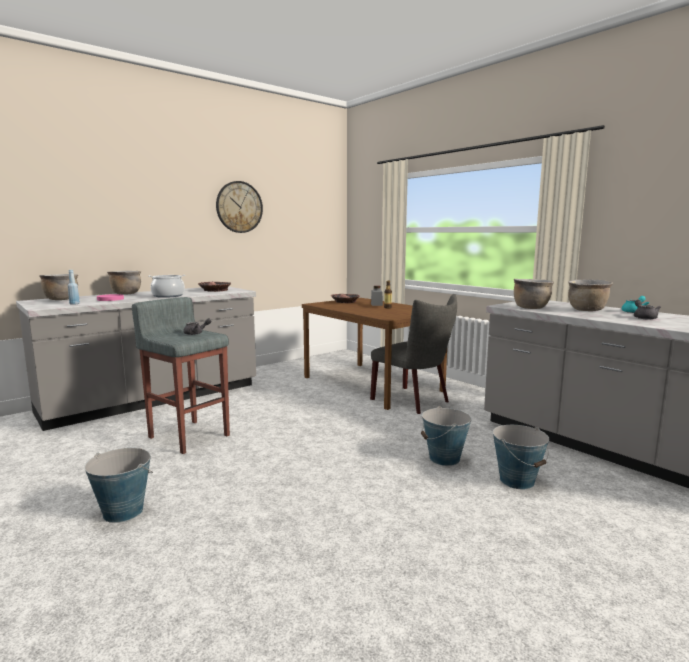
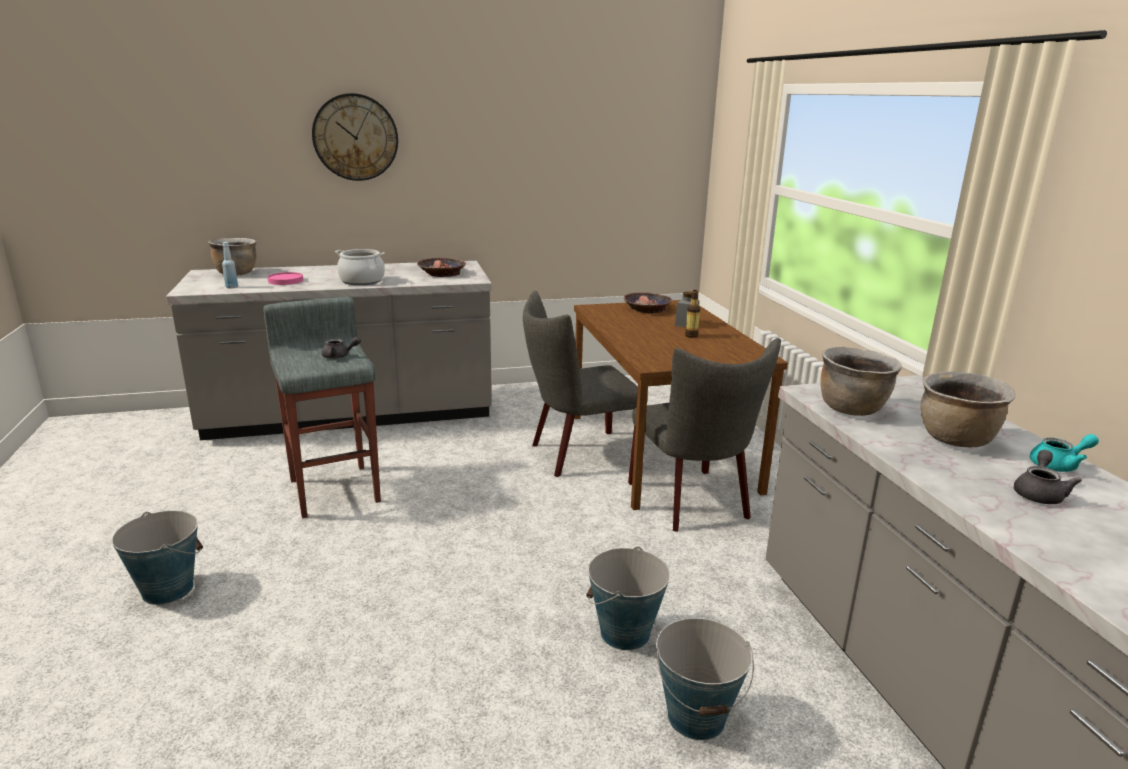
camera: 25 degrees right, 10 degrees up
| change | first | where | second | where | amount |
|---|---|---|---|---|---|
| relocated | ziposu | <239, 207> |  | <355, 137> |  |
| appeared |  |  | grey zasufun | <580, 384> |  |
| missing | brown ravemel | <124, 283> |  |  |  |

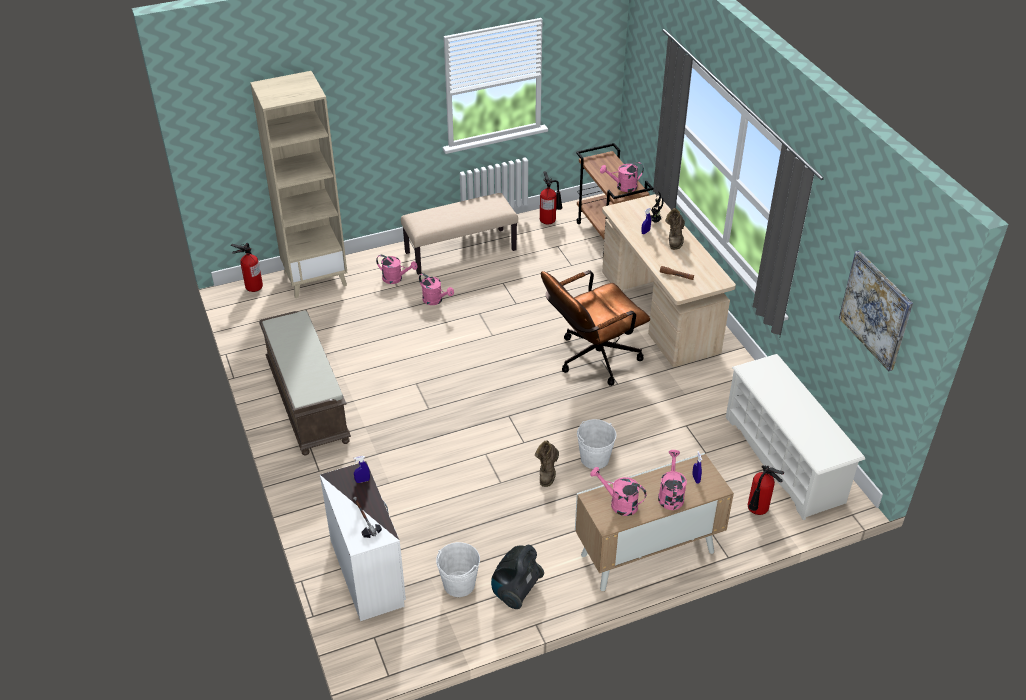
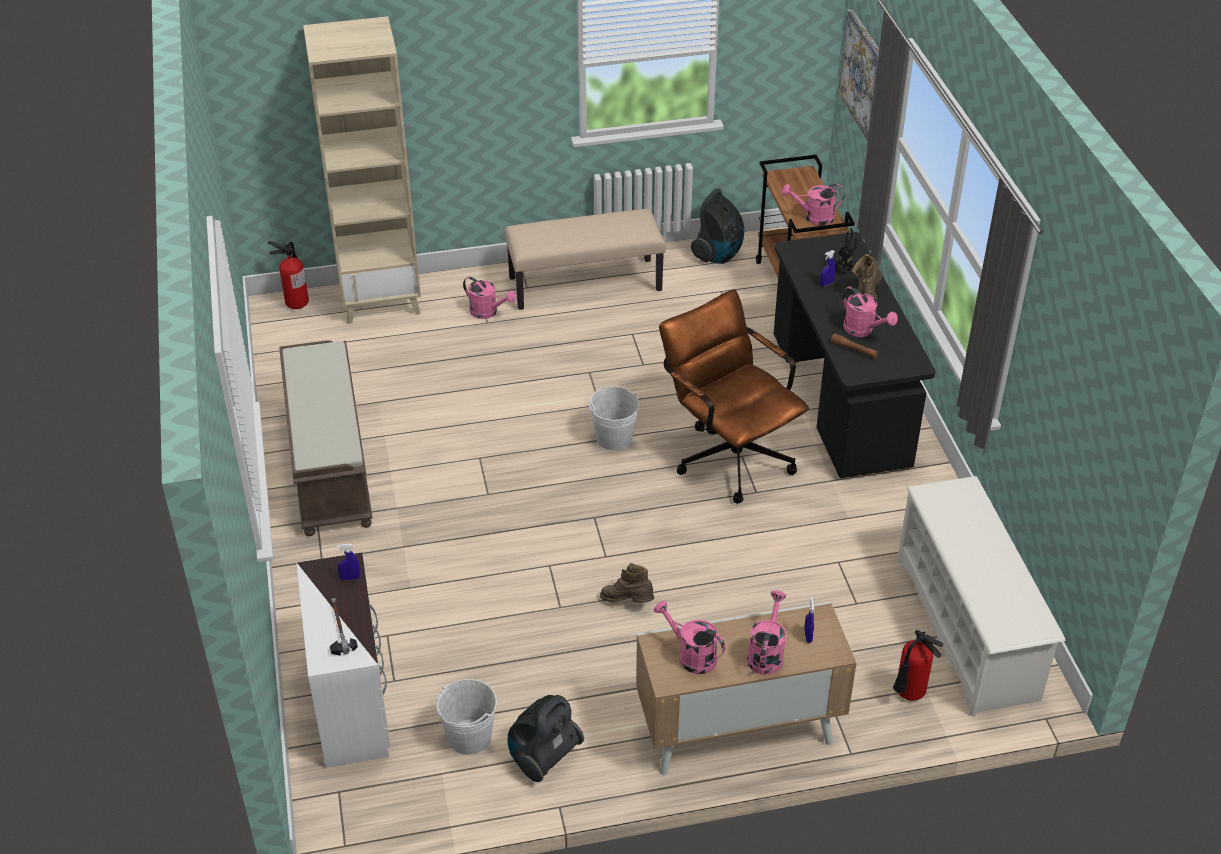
camera: 10 degrees right, 0 degrees up
| change | first | where | second | where | amount |
|---|---|---|---|---|---|
| relocated | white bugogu | <596, 444> |  | <614, 418> |  |
| spun | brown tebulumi | <547, 463> |  | <627, 583> | 90 degrees clockwise |
| spun | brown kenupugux | <595, 328> |  | <734, 397> | 75 degrees clockwise |
| exchanged | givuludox | <551, 198> | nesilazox | <717, 226> |  |
| colour | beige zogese | <669, 280> | black zogese | <855, 355> |  |
| relocated | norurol | <876, 311> |  | <859, 75> |  |
| relocated | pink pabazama | <436, 289> |  | <870, 311> |  |

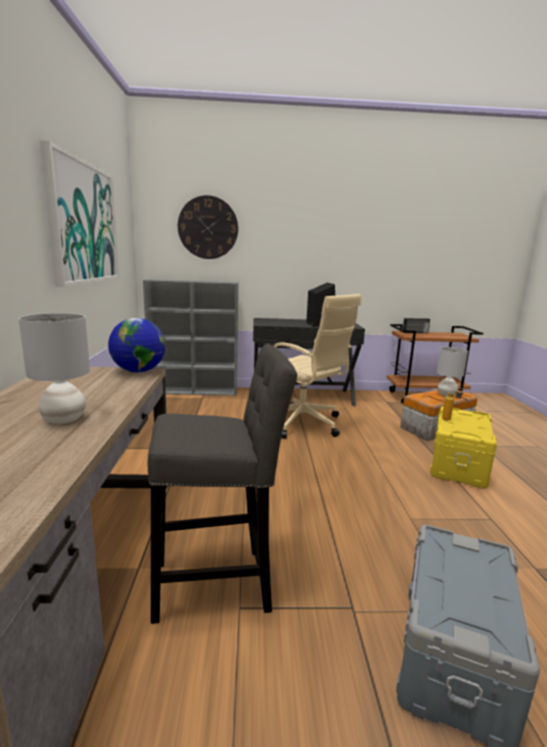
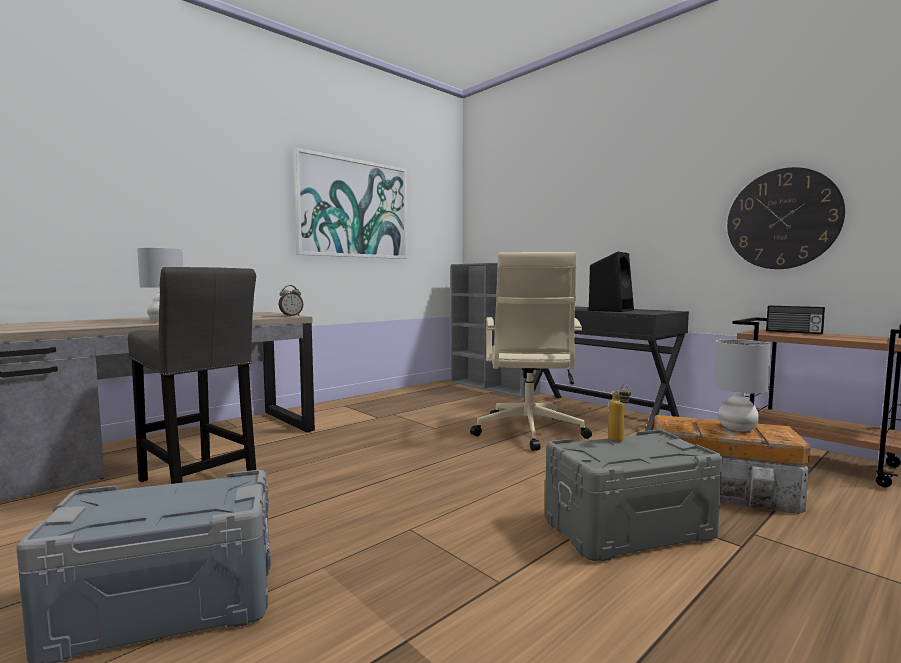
camera: 50 degrees right, 10 degrees down
| change | first | where | second | where | amount |
|---|---|---|---|---|---|
| exchanged | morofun | <137, 345> | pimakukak | <291, 300> |  |
| colour | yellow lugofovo | <463, 447> | grey lugofovo | <634, 495> |  |
| relocated | ziposu | <208, 227> |  | <786, 218> |  |

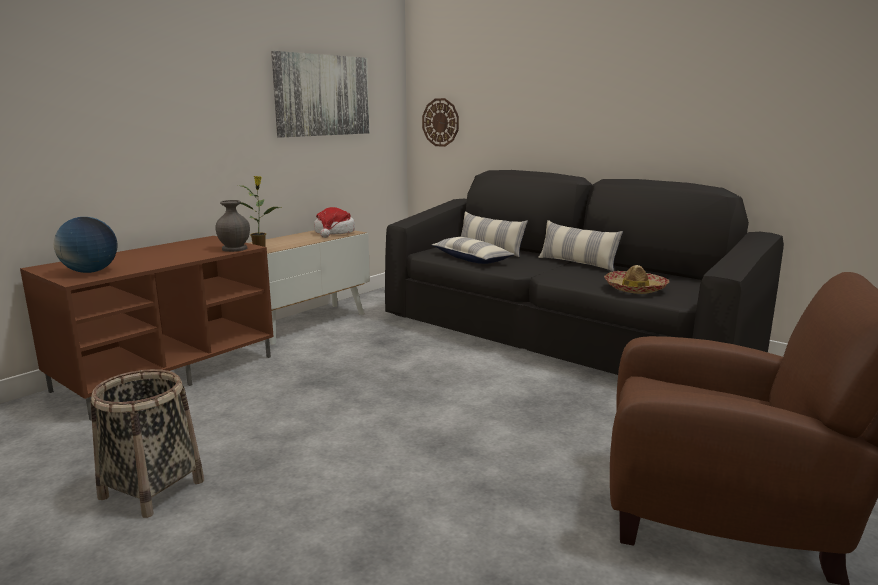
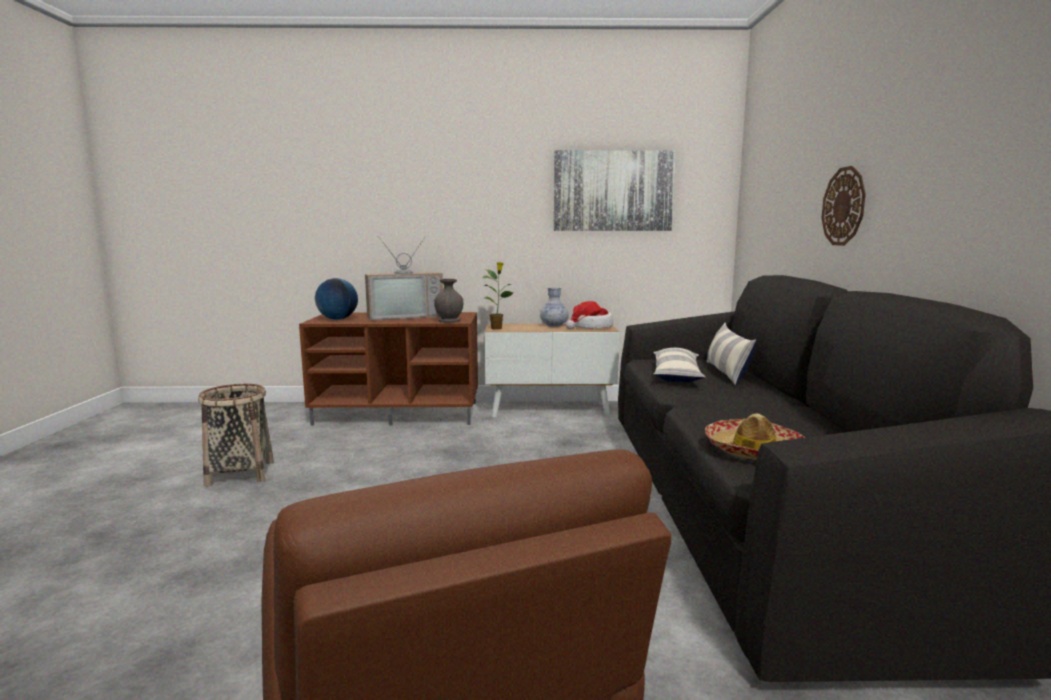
camera: 50 degrees right, 5 degrees down
| change | first | where | second | where | amount |
|---|---|---|---|---|---|
| appeared |  |  | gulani | <404, 278> |  |
| appeared |  |  | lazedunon | <554, 307> |  |
| relocated | ziposu | <440, 122> |  | <843, 206> |  |
| missing | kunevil | <580, 245> |  |  |  |

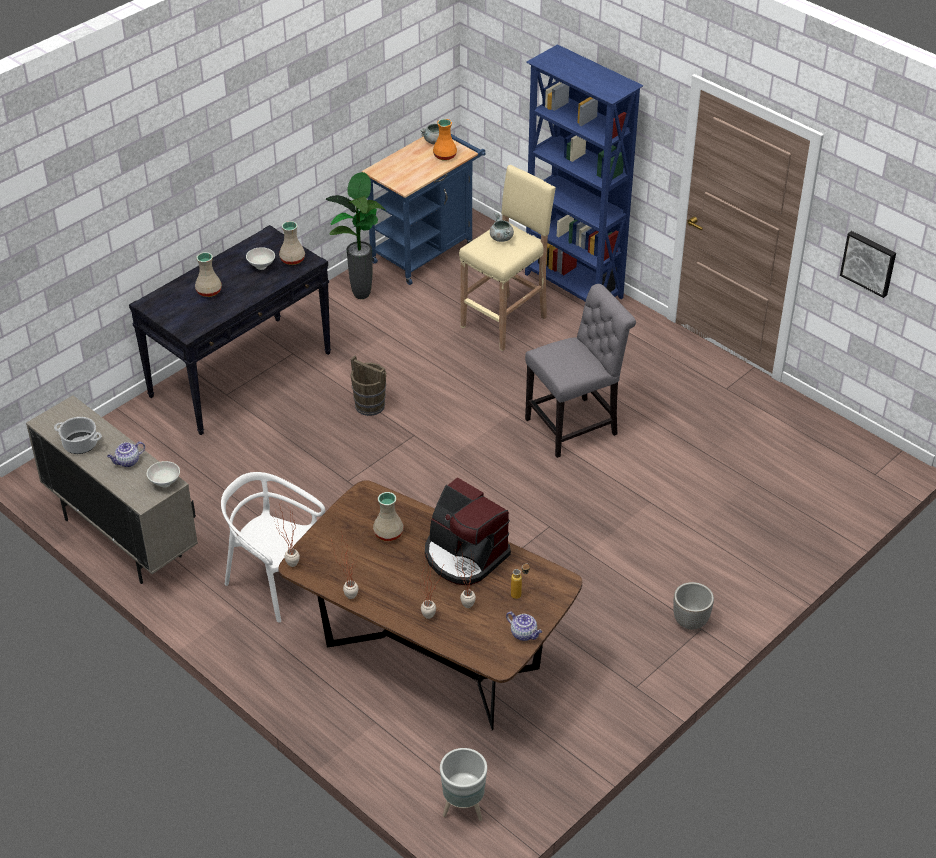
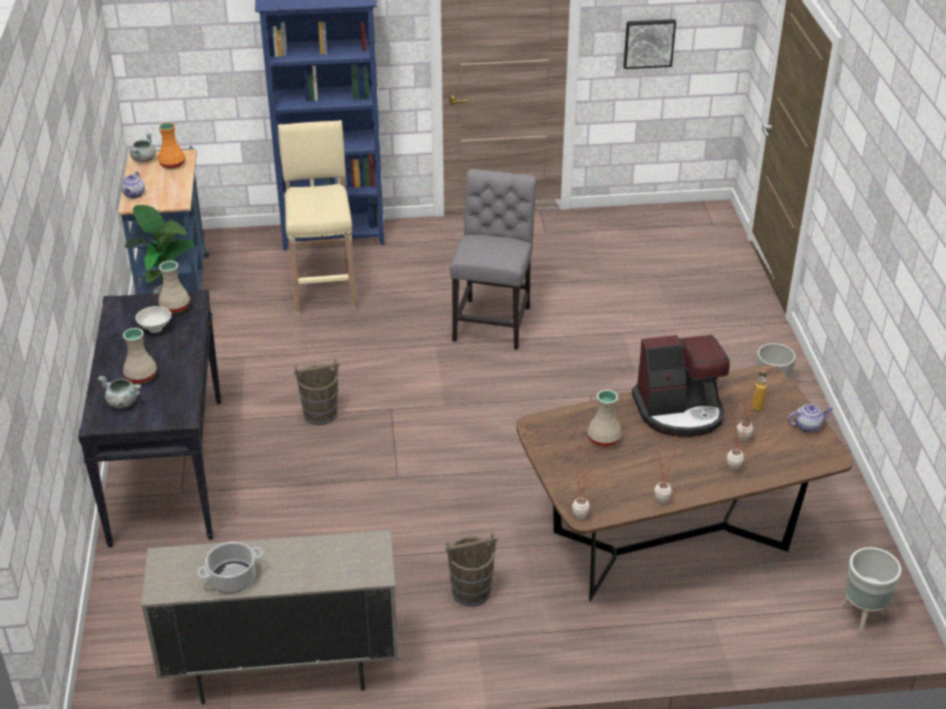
camera: 50 degrees left, 5 degrees down
| change | first | where | second | where | amount |
|---|---|---|---|---|---|
| relocated | grey ravemel | <502, 227> |  | <119, 392> |  |
| relocated | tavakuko | <126, 454> |  | <133, 184> |  |
| exchanged | white zasufun | <273, 547> | brown bugogu | <471, 569> |  |
| missing | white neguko | <163, 474> |  |  |  |

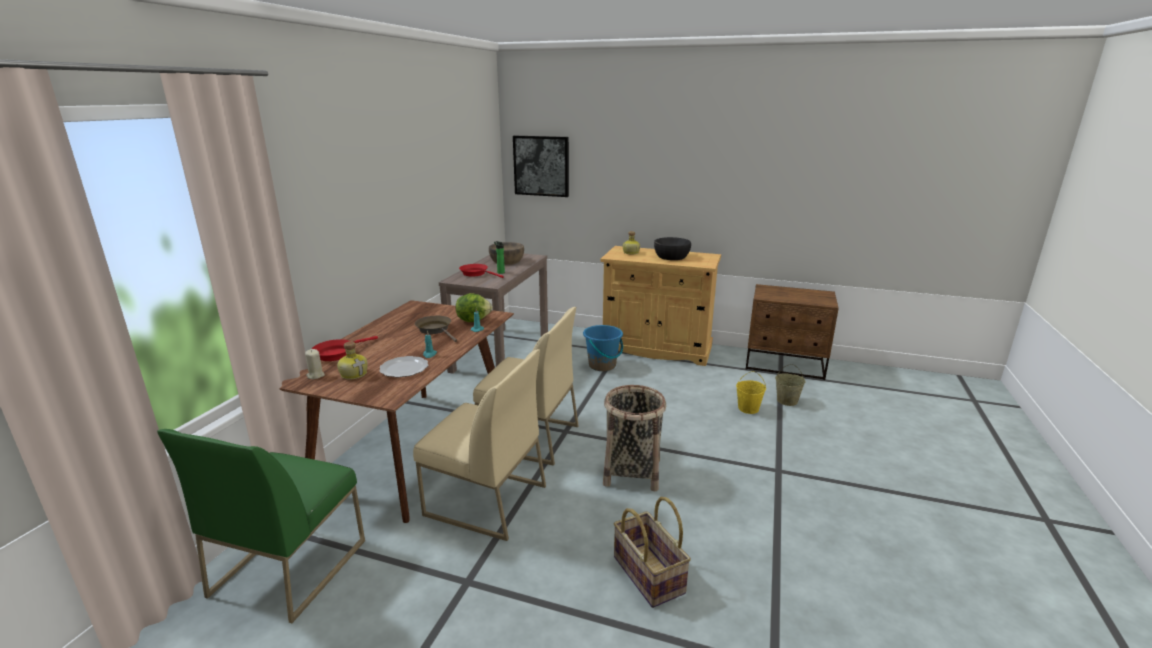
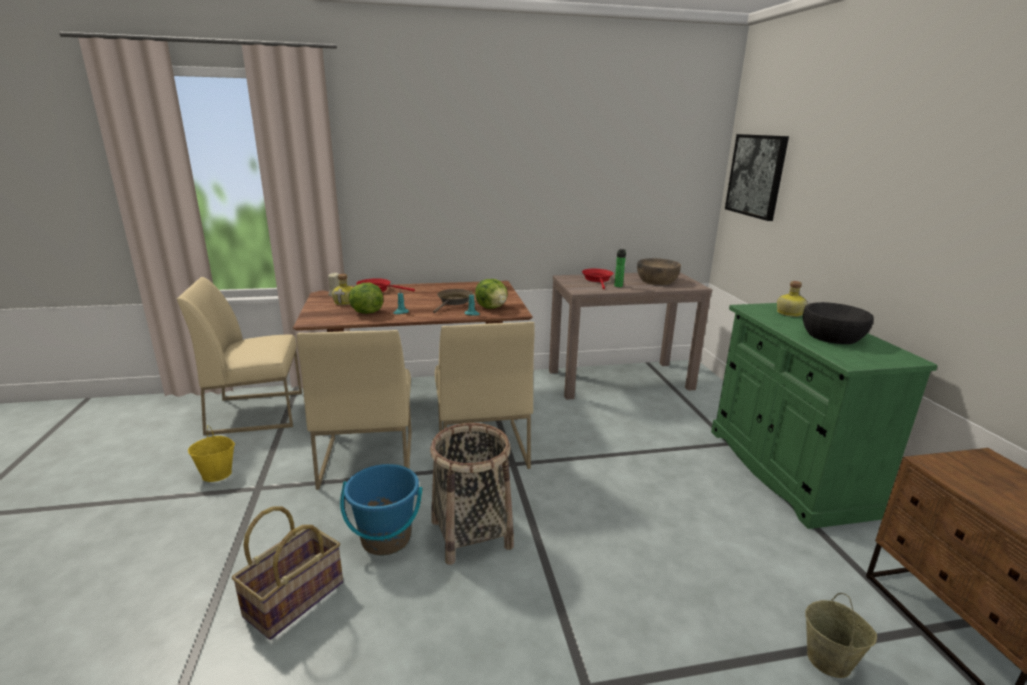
camera: 60 degrees right, 0 degrees up
| change | first | where | second | where | amount |
|---|---|---|---|---|---|
| colour | green zasufun | <261, 526> | beige zasufun | <239, 356> |  |
| relocated | yellow bugogu | <751, 392> |  | <211, 453> |  |
| relocated | blue bugogu | <603, 348> |  | <381, 509> |  |
| exchanged | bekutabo | <404, 366> | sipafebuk | <366, 298> |  |
| colour | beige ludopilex | <660, 306> | green ludopilex | <824, 416> |  |

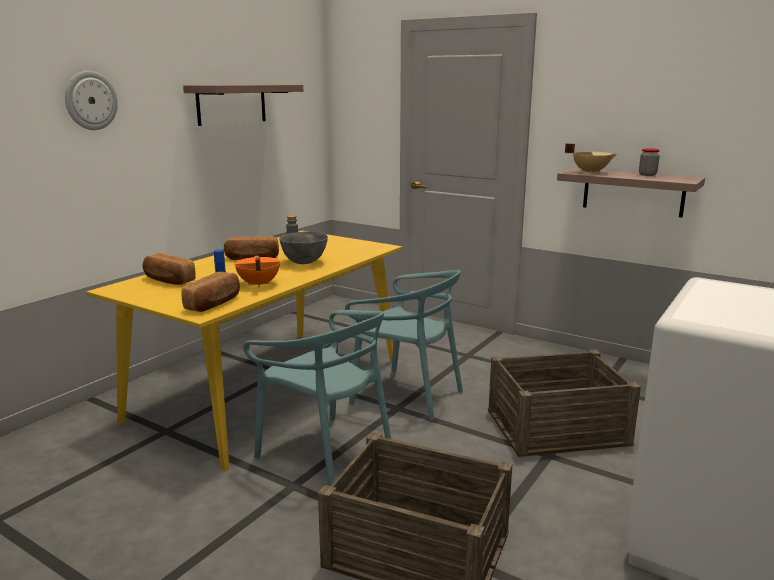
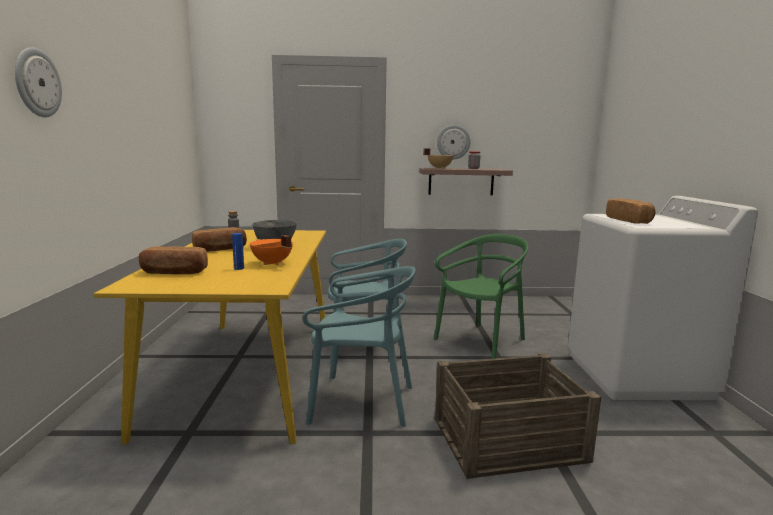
camera: 35 degrees left, 5 degrees down
| change | first | where | second | where | amount |
|---|---|---|---|---|---|
| exchanged | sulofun | <564, 403> | green zasufun | <481, 296> |  |
| appeared |  |  | ziposu | <453, 142> |  |
| relocated | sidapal | <210, 292> |  | <631, 211> |  |
| missing | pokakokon | <243, 105> |  |  |  |

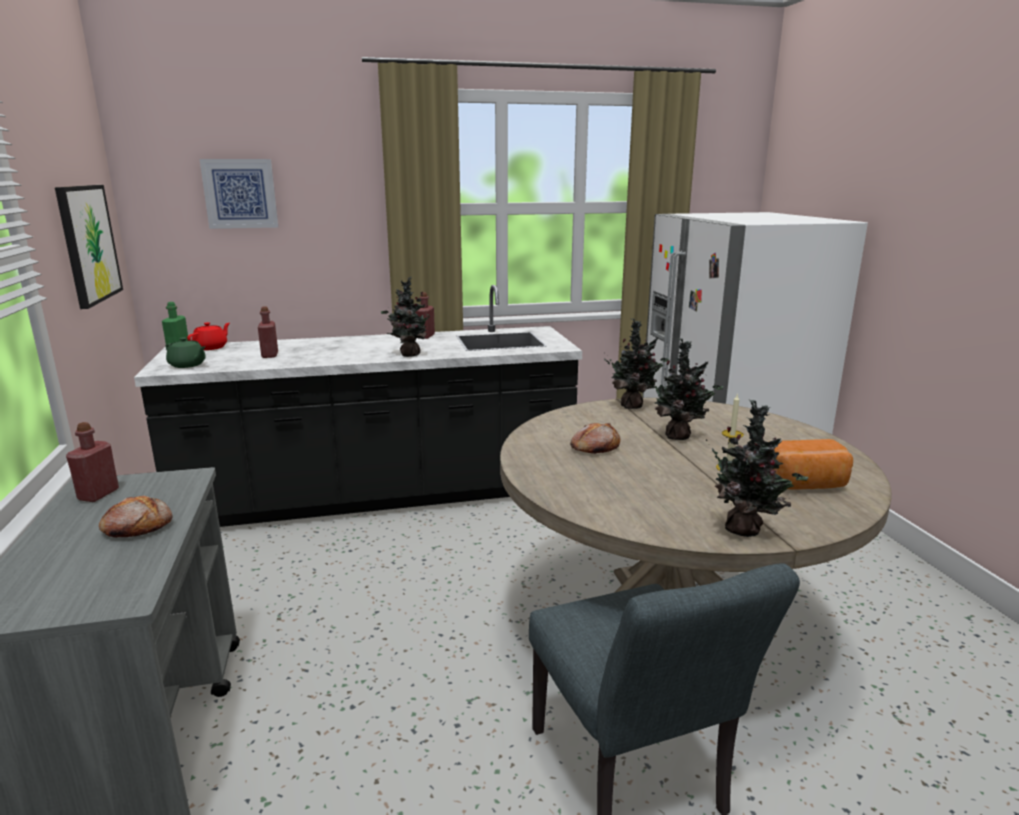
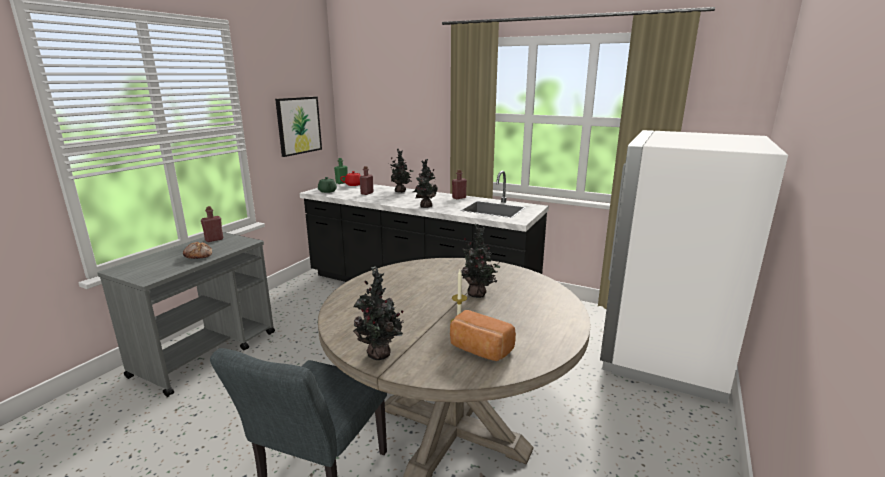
camera: 40 degrees right, 0 degrees up
| change | first | where | second | where | amount |
|---|---|---|---|---|---|
| relocated | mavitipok | <636, 364> |  | <401, 171> |  |
| missing | norurol | <239, 194> |  |  |  |
| missing | sidapal | <595, 438> |  |  |  |

